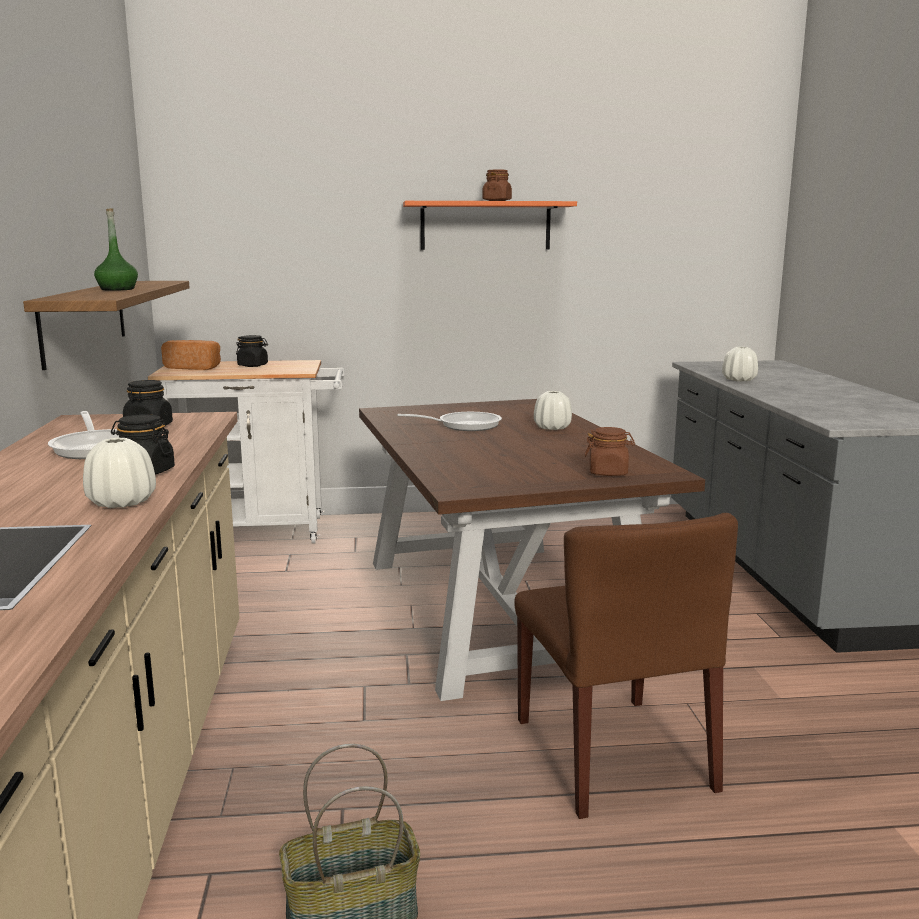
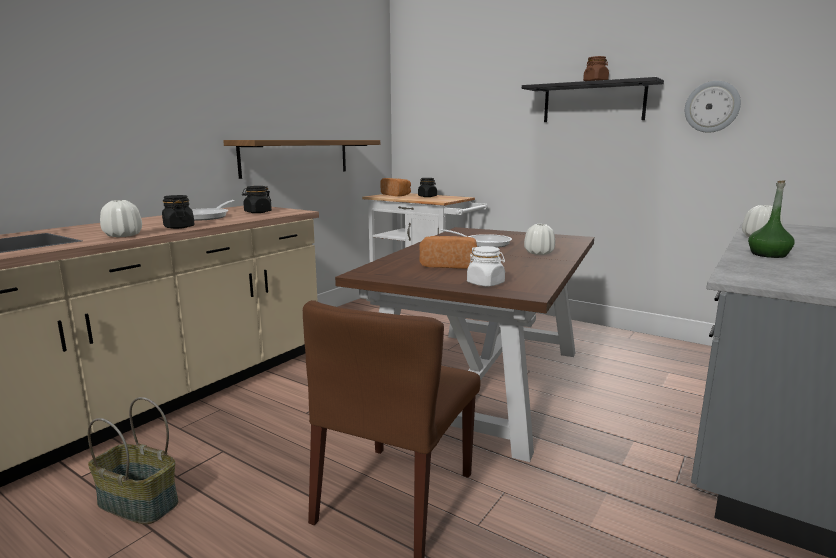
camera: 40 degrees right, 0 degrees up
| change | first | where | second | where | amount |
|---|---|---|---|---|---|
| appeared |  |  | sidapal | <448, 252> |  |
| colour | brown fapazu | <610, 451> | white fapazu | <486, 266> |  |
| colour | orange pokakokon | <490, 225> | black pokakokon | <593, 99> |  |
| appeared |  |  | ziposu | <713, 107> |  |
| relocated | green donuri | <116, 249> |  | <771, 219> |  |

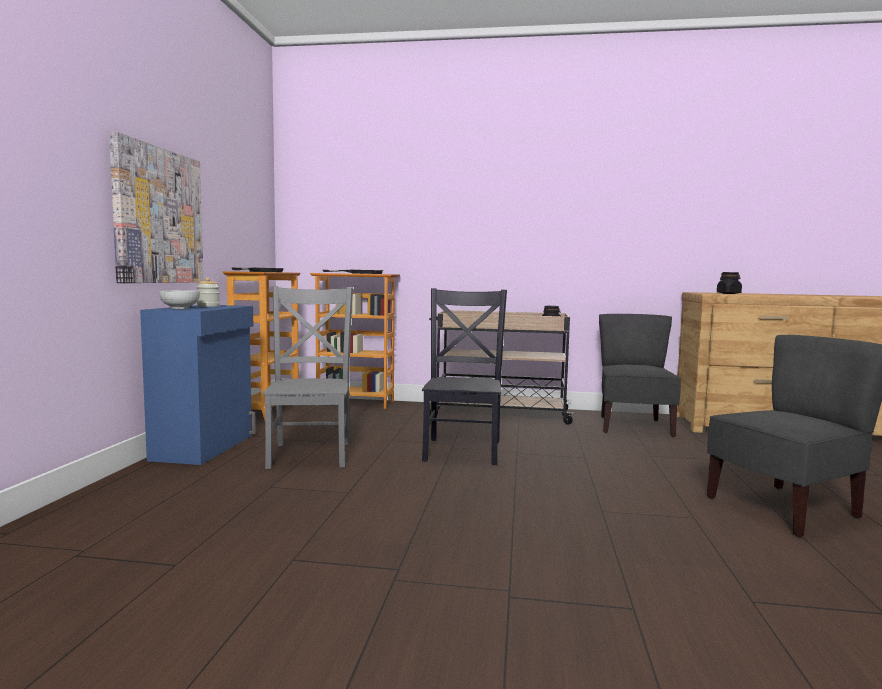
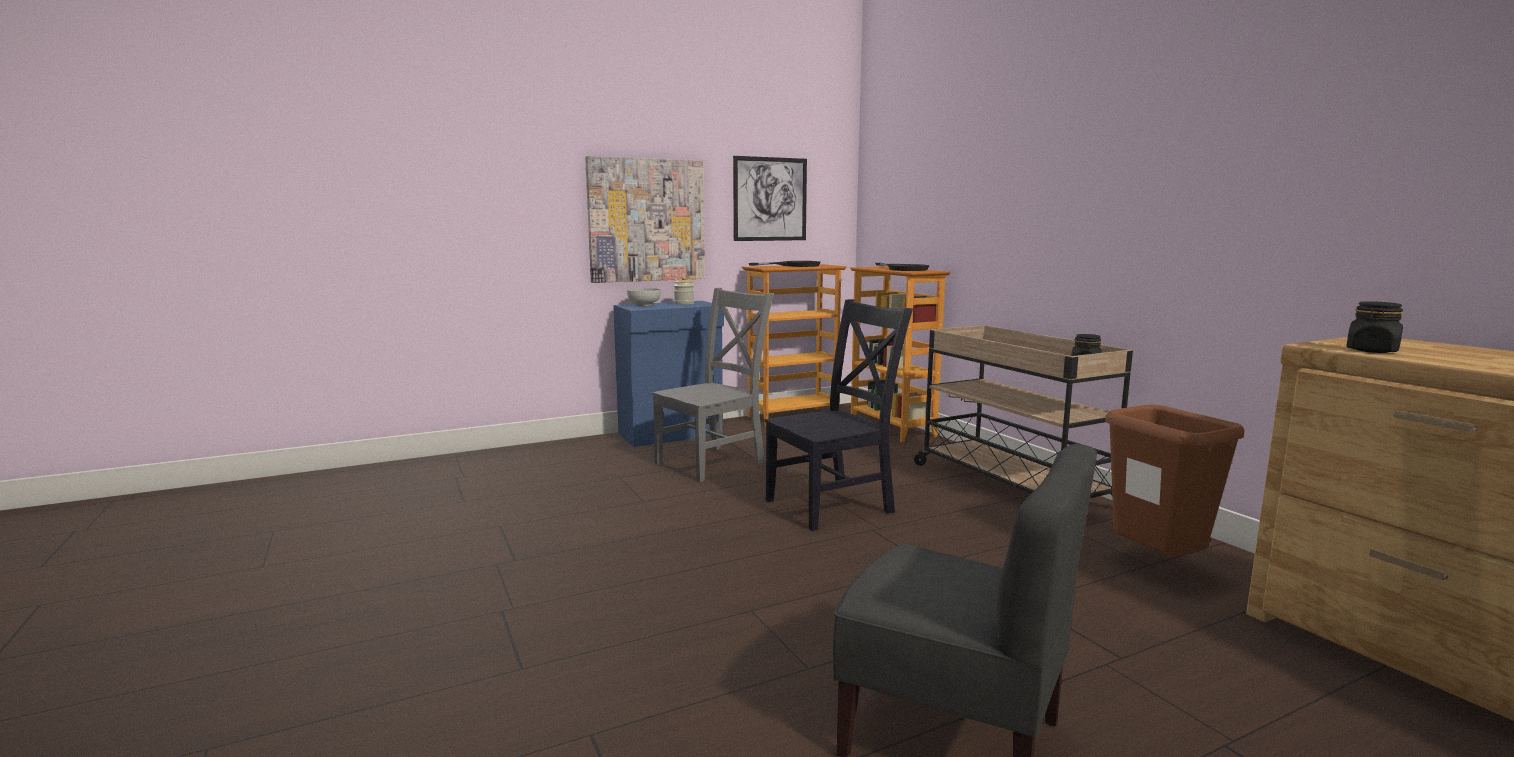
camera: 55 degrees right, 5 degrees up
| change | first | where | second | where | amount |
|---|---|---|---|---|---|
| appeared |  |  | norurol | <770, 198> |  |
| exchanged | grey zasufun | <640, 375> | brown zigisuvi | <1175, 481> |  |

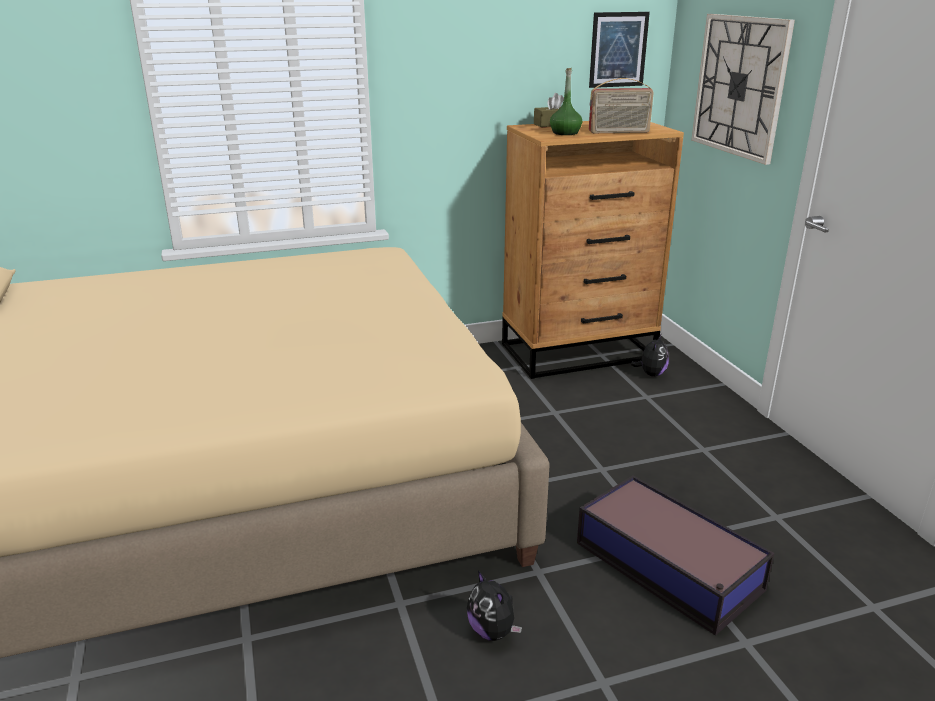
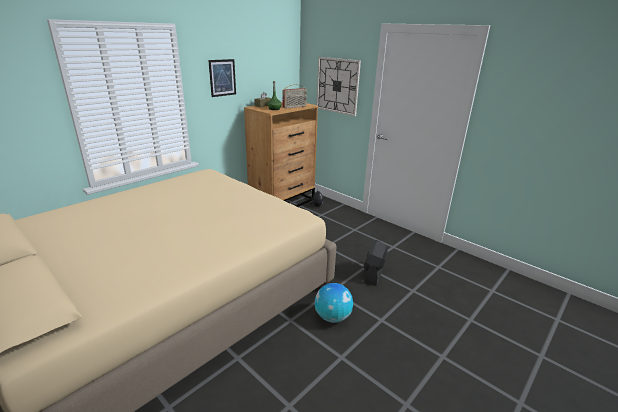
camera: 30 degrees left, 0 degrees up
| change | first | where | second | where | amount |
|---|---|---|---|---|---|
| relocated | norurol | <619, 50> |  | <222, 78> |  |
| exchanged | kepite | <494, 605> | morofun | <334, 303> |  |
| exchanged | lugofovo | <676, 555> | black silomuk | <375, 263> |  |

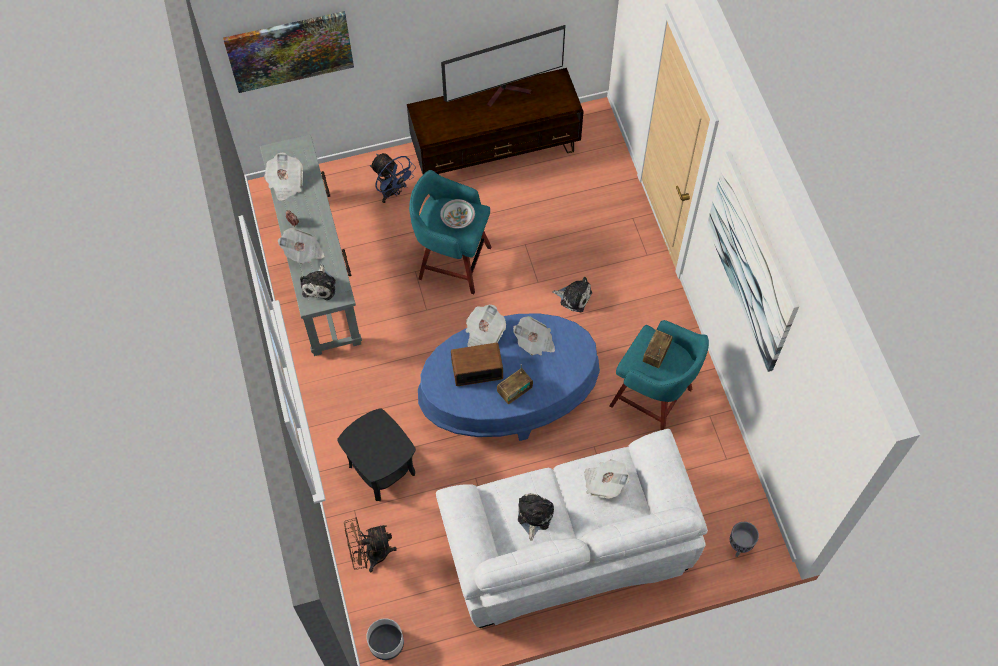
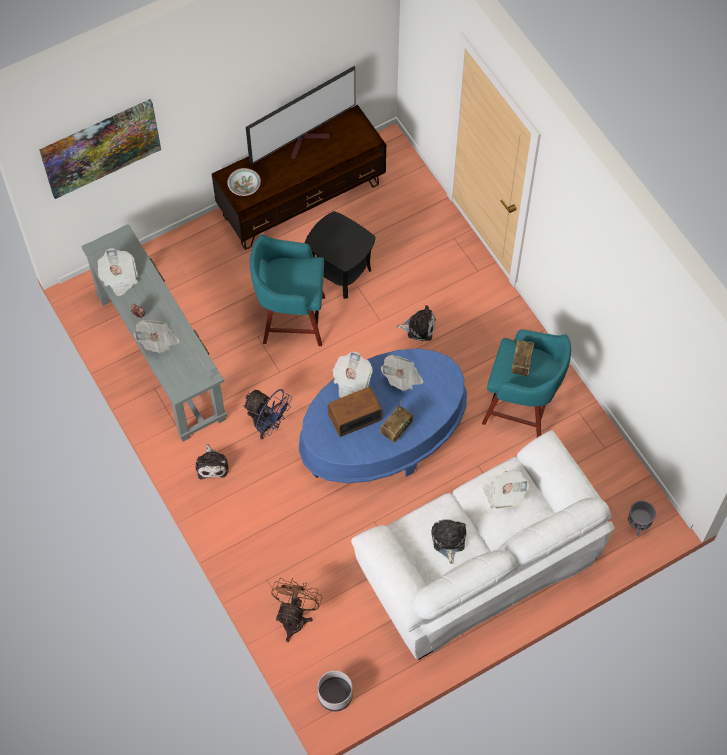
camera: 15 degrees left, 0 degrees up
| change | first | where | second | where | amount |
|---|---|---|---|---|---|
| relocated | kepite | <318, 282> |  | <212, 462> |  |
| relocated | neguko | <457, 214> |  | <244, 182> |  |
| relocated | blue silomuk | <393, 178> |  | <267, 414> |  |
| spun | brown silomuk | <370, 544> |  | <296, 610> | 135 degrees clockwise |
| relocated | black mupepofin | <376, 454> |  | <340, 255> |  |
| missing | norurol | <753, 261> |  |  |  |

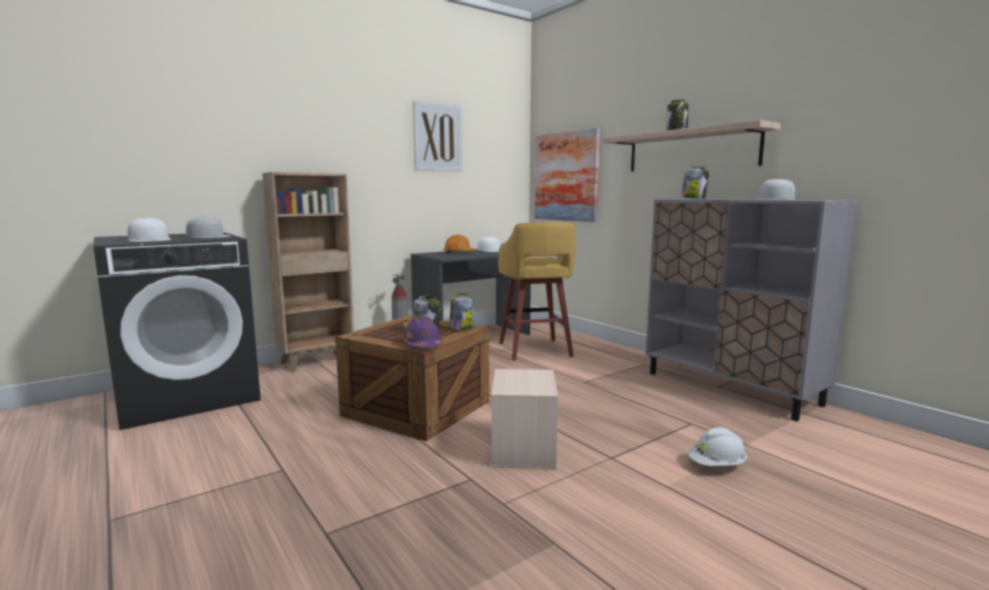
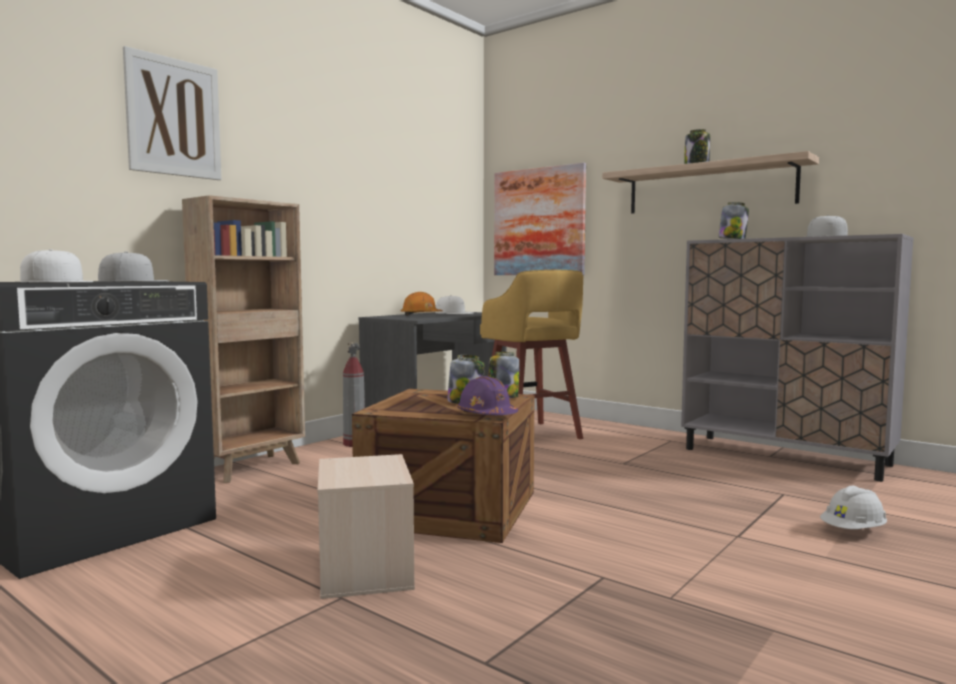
camera: 15 degrees left, 5 degrees down
| change | first | where | second | where | amount |
|---|---|---|---|---|---|
| relocated | norurol | <437, 136> |  | <172, 113> |  |
| relocated | beige lugofovo | <524, 419> |  | <366, 526> |  |

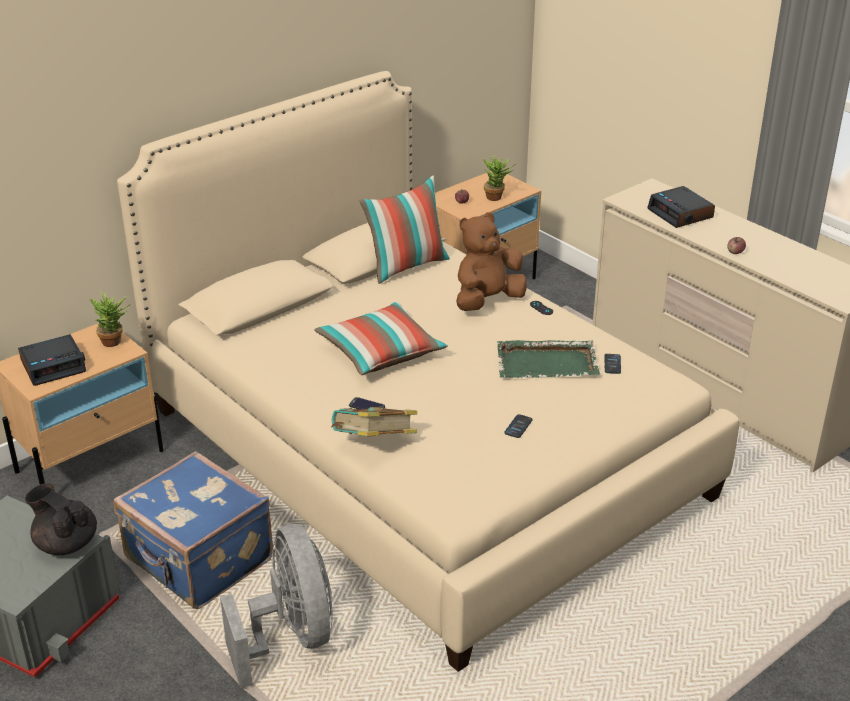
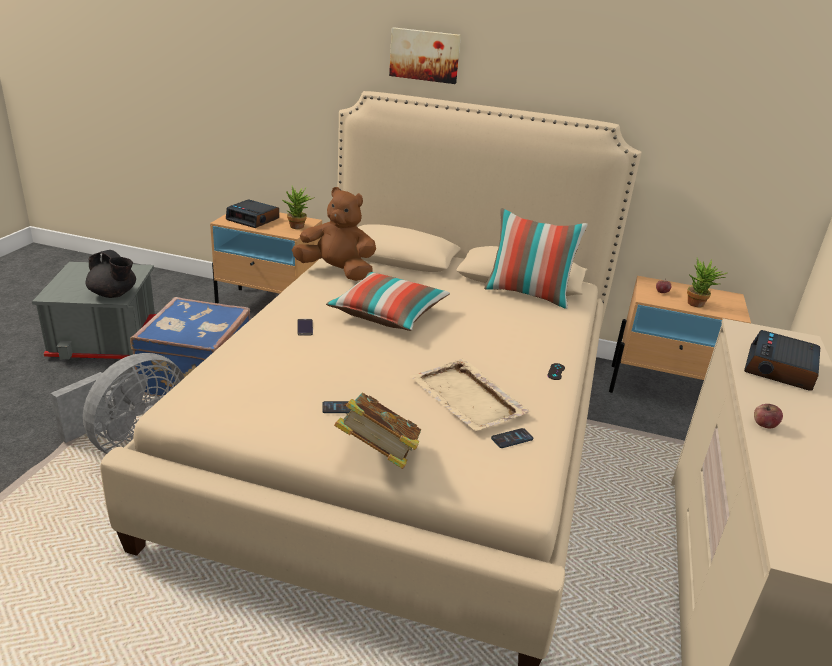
camera: 55 degrees right, 5 degrees down
| change | first | where | second | where | amount |
|---|---|---|---|---|---|
| spun | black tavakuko | <61, 519> |  | <111, 274> | 120 degrees clockwise |
| relocated | brown kepite | <491, 261> |  | <334, 234> |  |
| relocated | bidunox | <374, 421> |  | <377, 431> |  |
| appeared |  |  | norurol | <425, 56> |  |
| colour | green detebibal | <548, 359> | beige detebibal | <470, 395> |  |

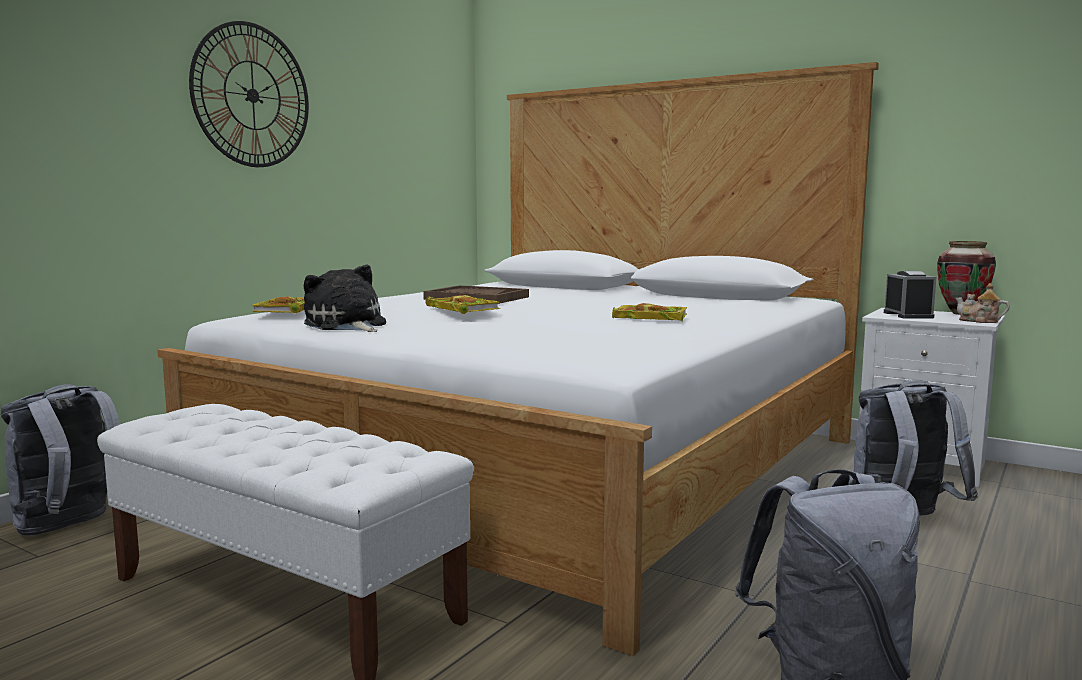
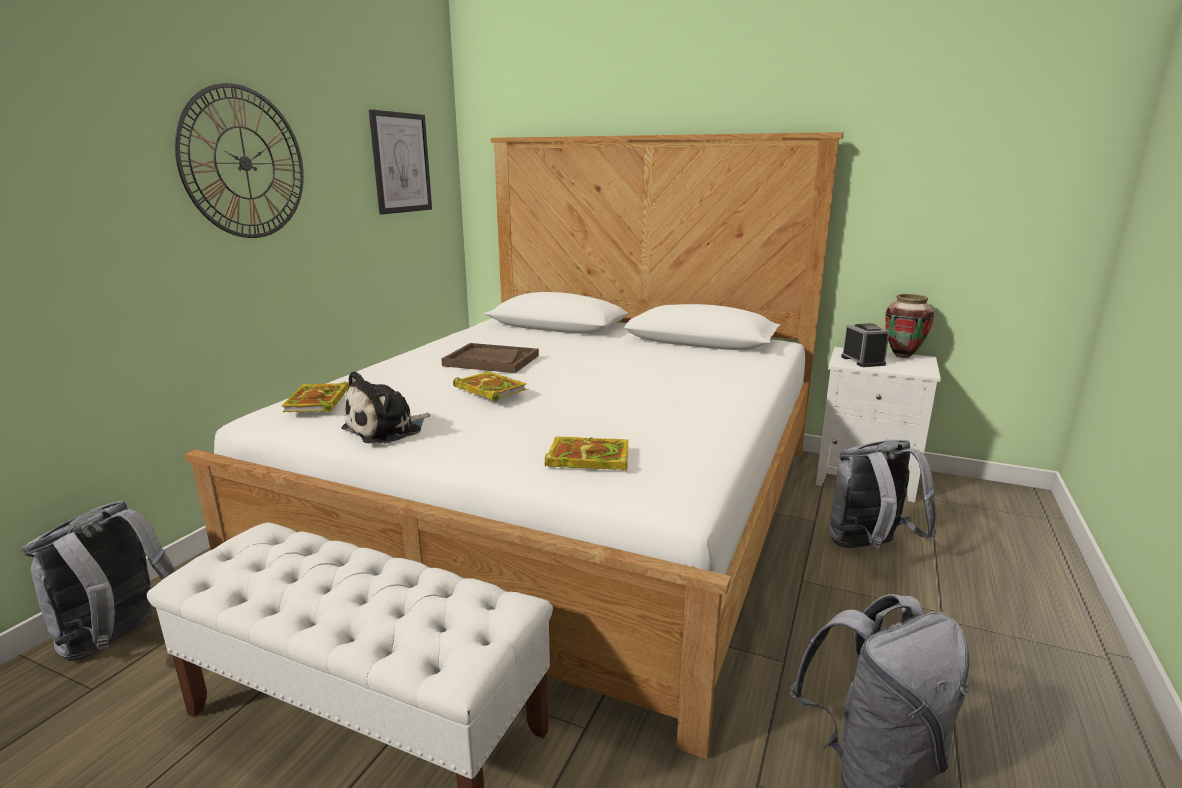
camera: 10 degrees left, 10 degrees up
| change | first | where | second | where | amount |
|---|---|---|---|---|---|
| spun | kepite | <345, 298> |  | <385, 407> | 90 degrees counterclockwise |
| appeared |  |  | norurol | <400, 161> |  |
| relocated | bidunox | <649, 312> |  | <587, 453> |  |
| missing | tavakuko | <982, 303> |  |  |  |

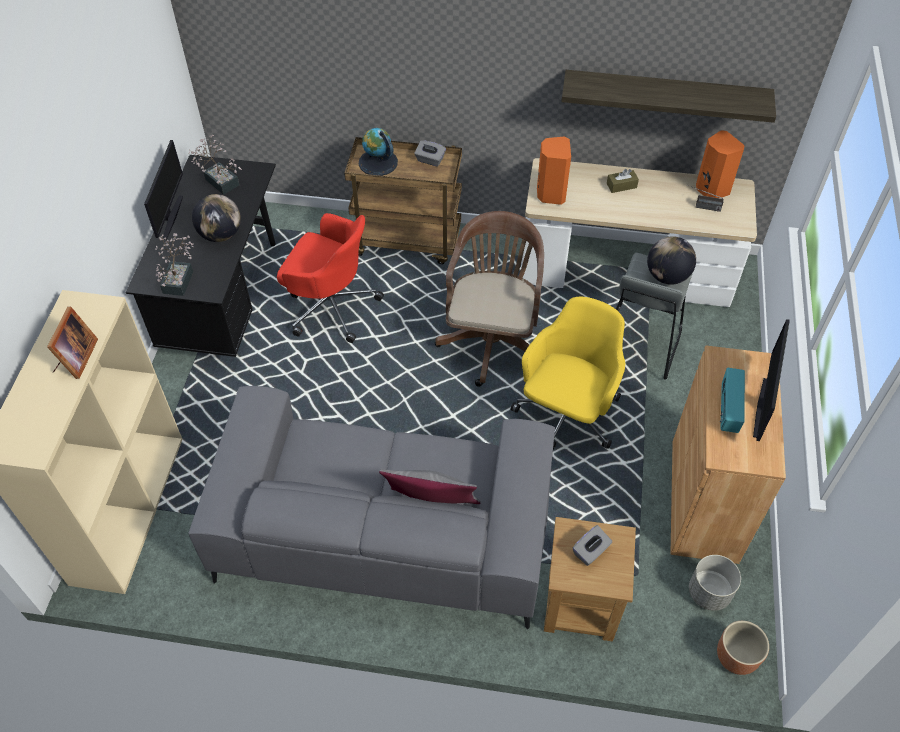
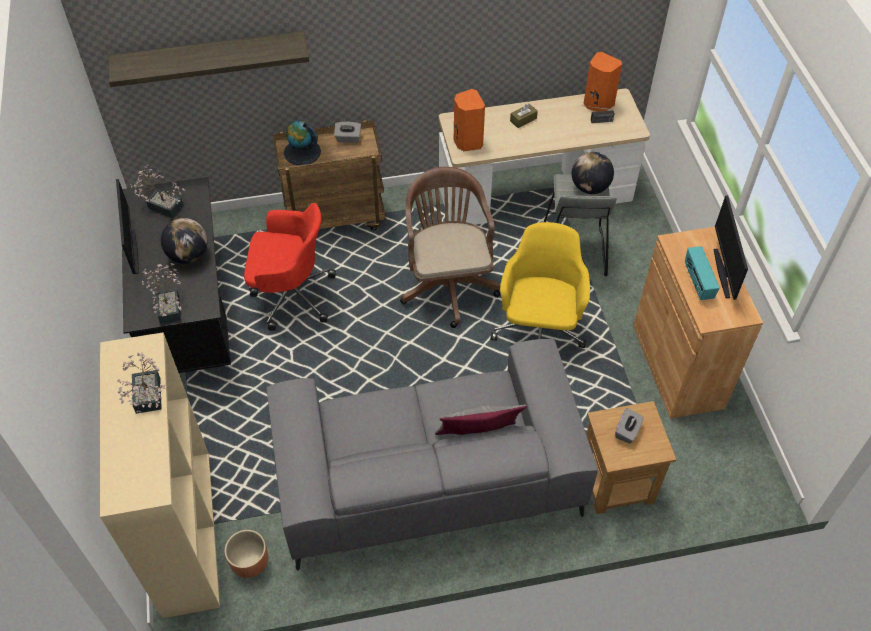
camera: 20 degrees left, 0 degrees up
| change | first | where | second | where | amount |
|---|---|---|---|---|---|
| relocated | pokakokon | <668, 96> |  | <209, 59> |  |
| exchanged | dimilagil | <72, 343> | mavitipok | <141, 383> |  |
| relocated | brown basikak | <743, 648> |  | <246, 554> |  |
| missing | grey basikak | <715, 583> |  |  |  |

